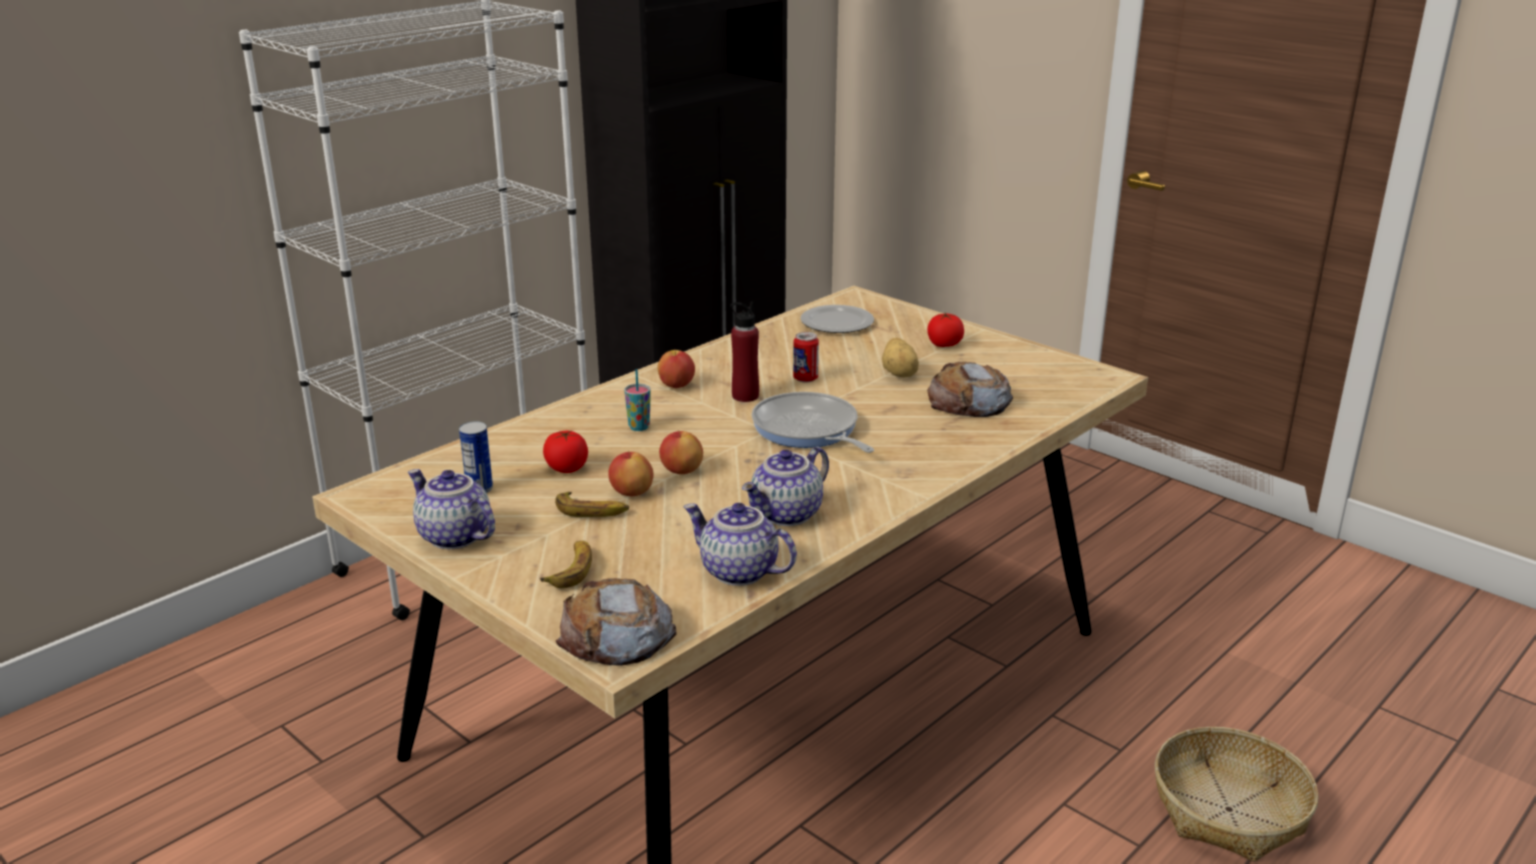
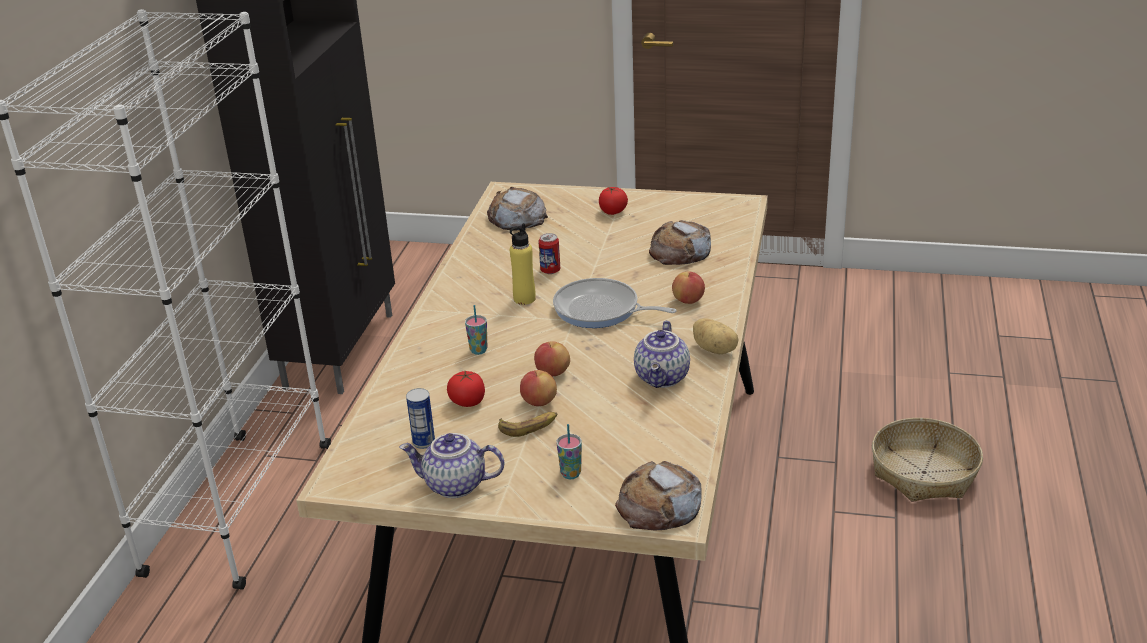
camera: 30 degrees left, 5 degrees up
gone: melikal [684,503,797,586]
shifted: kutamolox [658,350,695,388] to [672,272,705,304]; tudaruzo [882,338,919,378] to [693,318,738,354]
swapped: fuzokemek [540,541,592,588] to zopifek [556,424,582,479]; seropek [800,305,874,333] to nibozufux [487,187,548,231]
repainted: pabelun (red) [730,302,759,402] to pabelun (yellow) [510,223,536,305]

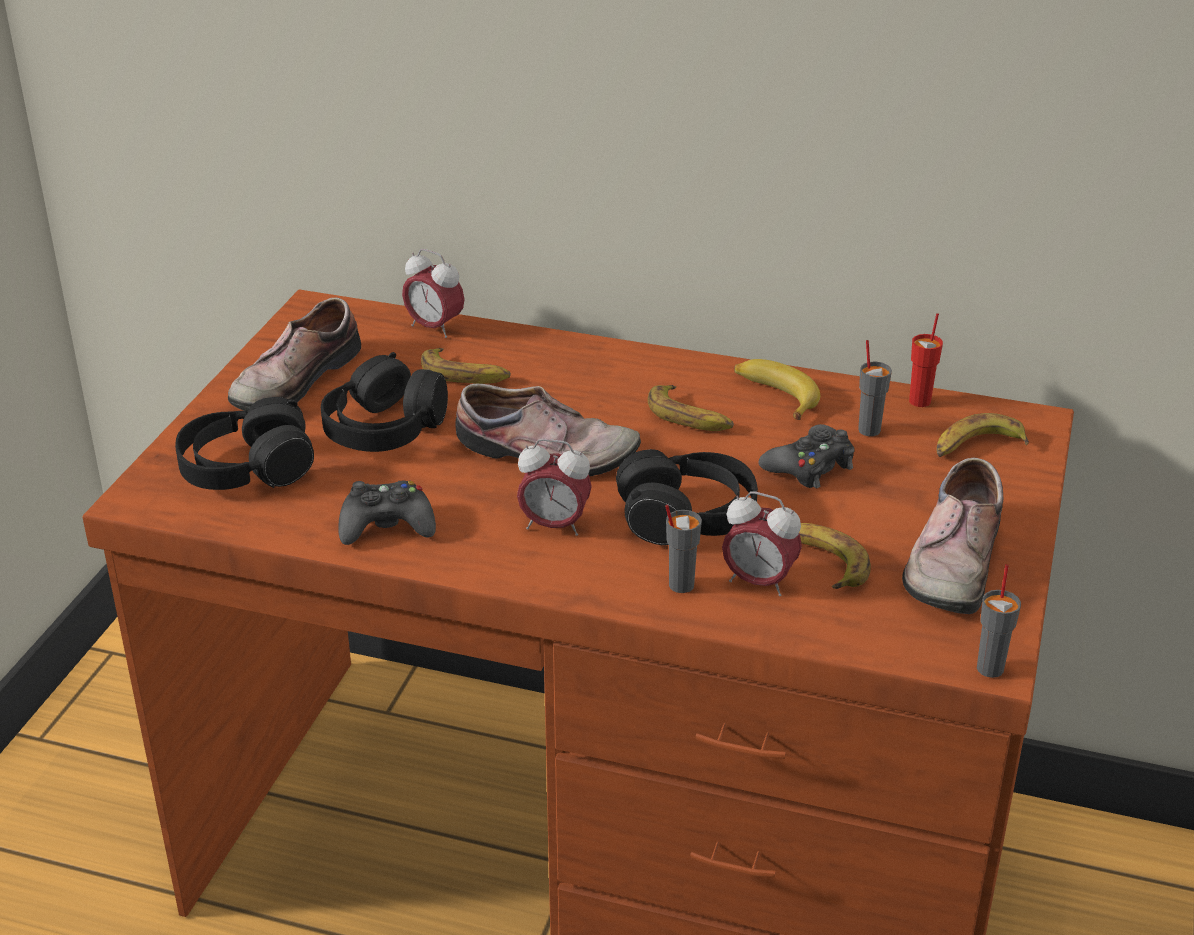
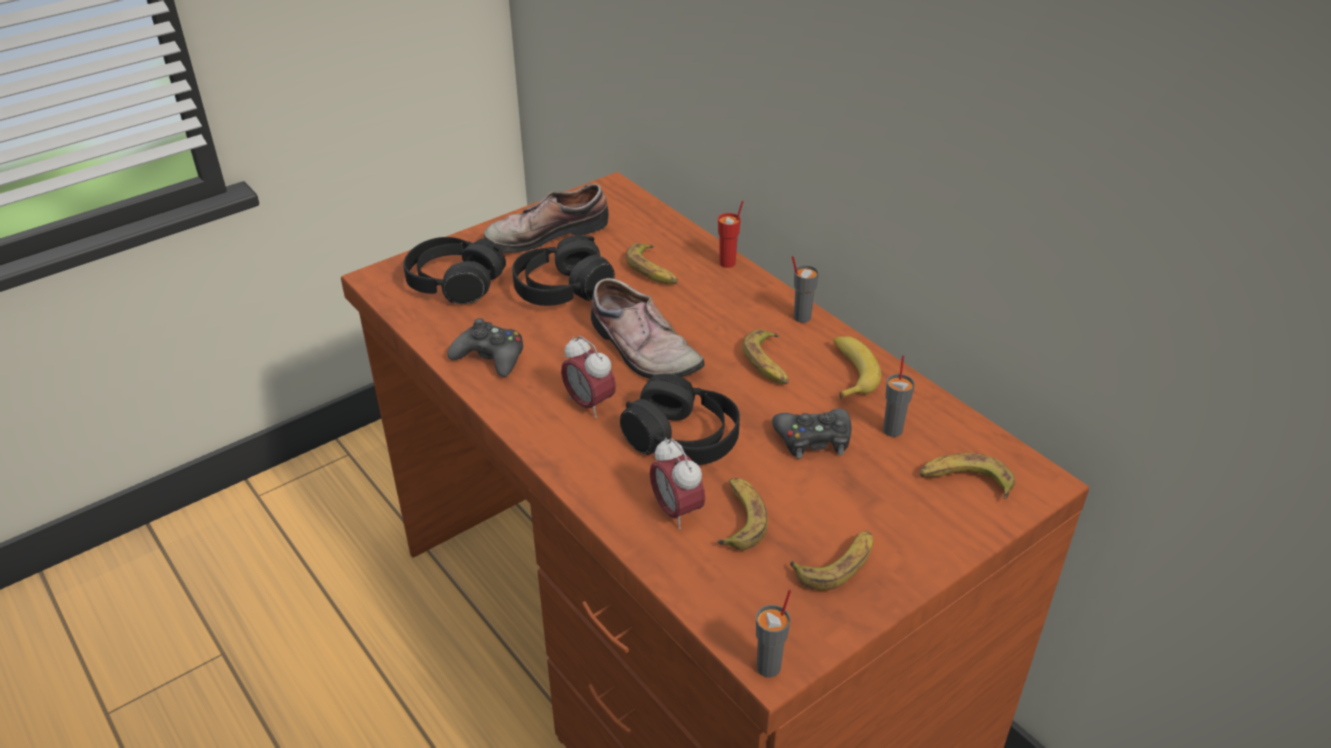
camera: 35 degrees right, 5 degrees up
gone: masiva [402,249,465,338]
shifted: zopifek (grey) [665,505,702,593] to [792,256,819,323]; zopifek (red) [909,313,943,407] to [718,201,744,268]
swapped: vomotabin [902,458,1003,614] to fuzokemek [790,531,873,590]

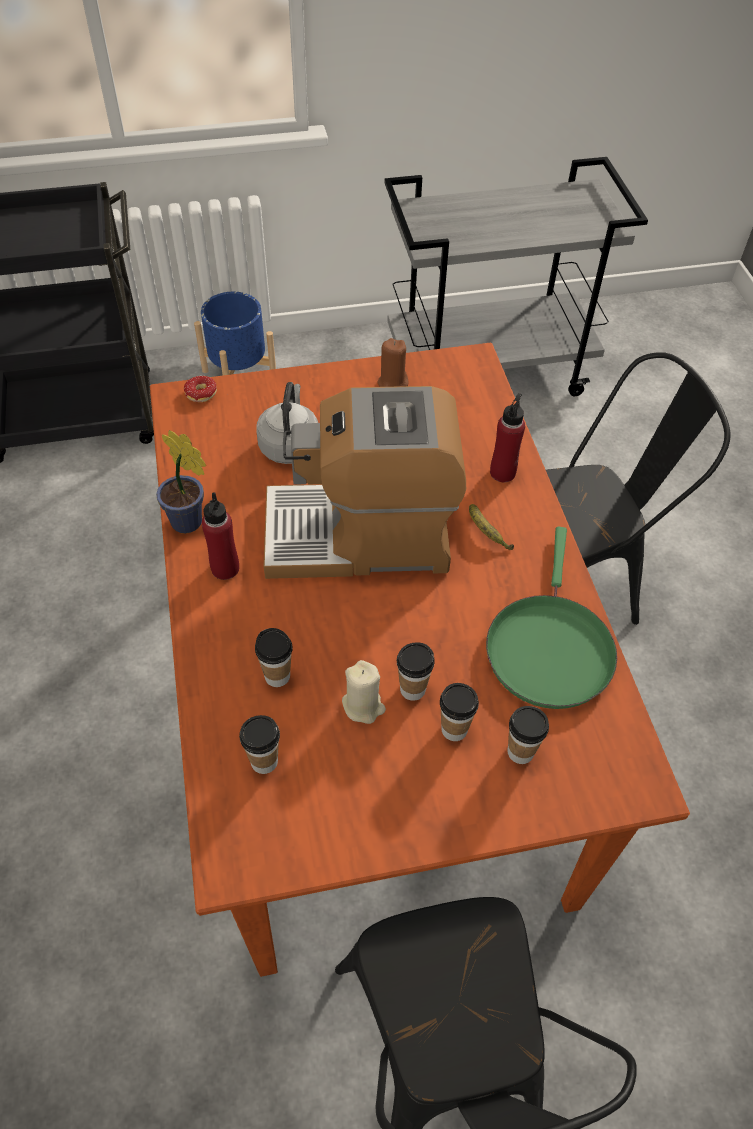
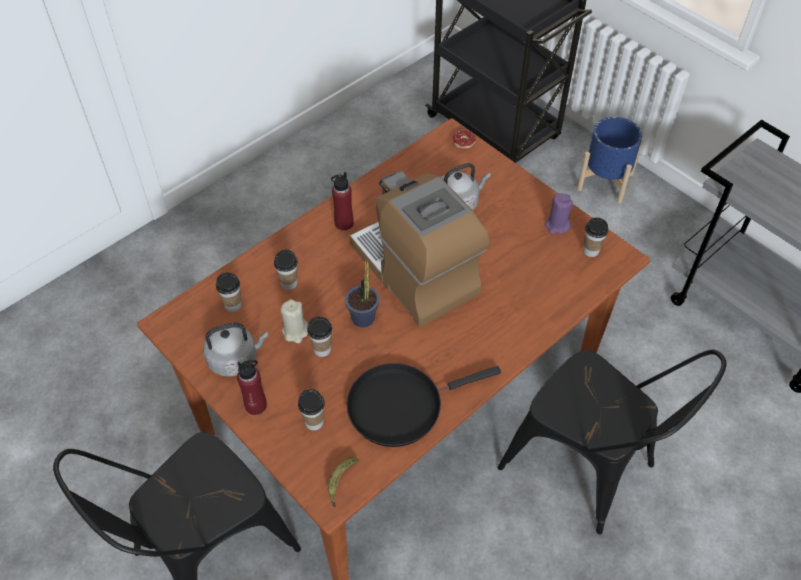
camera: 60 degrees right, 0 degrees up
new: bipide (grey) [203,323,268,377]
shifted: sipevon [156,430,206,533] to [345,260,379,328]; zopifek [440,683,479,741] to [583,217,608,257]; fuzokemek [469,504,514,550] to [328,457,359,507]; pabelun (red) [490,393,525,482] to [237,360,267,415]
repainted: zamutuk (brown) [378,338,408,387] to zamutuk (purple) [545,193,573,234]; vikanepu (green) [486,527,617,709] to vikanepu (black) [346,363,501,447]

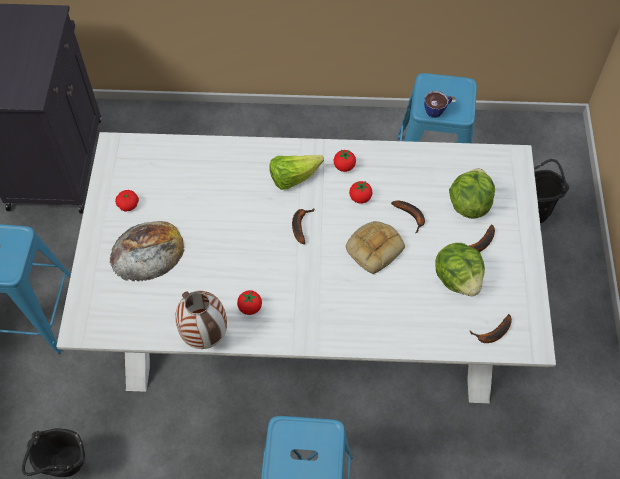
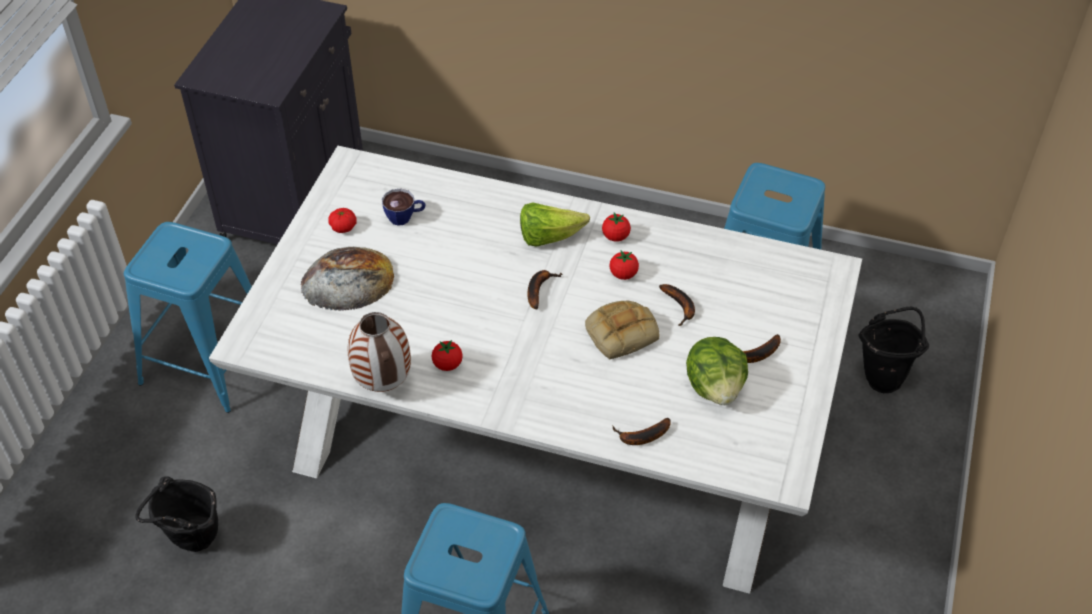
camera: 15 degrees right, 10 degrees down
gone: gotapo [449,168,495,219]
shifted: zopifek [424,91,452,118] to [382,188,425,226]; fuzokemek [469,314,512,343] to [612,418,671,445]

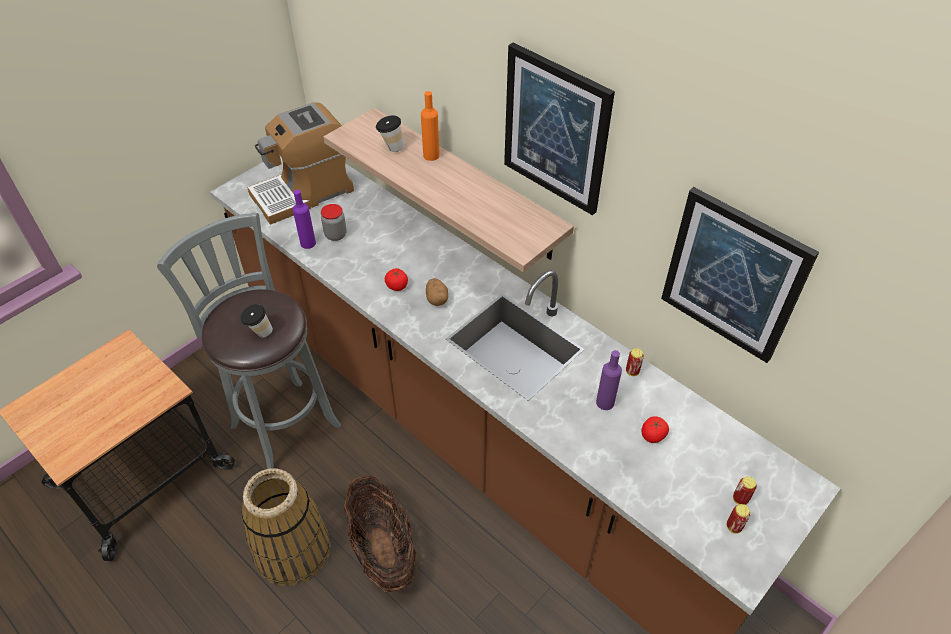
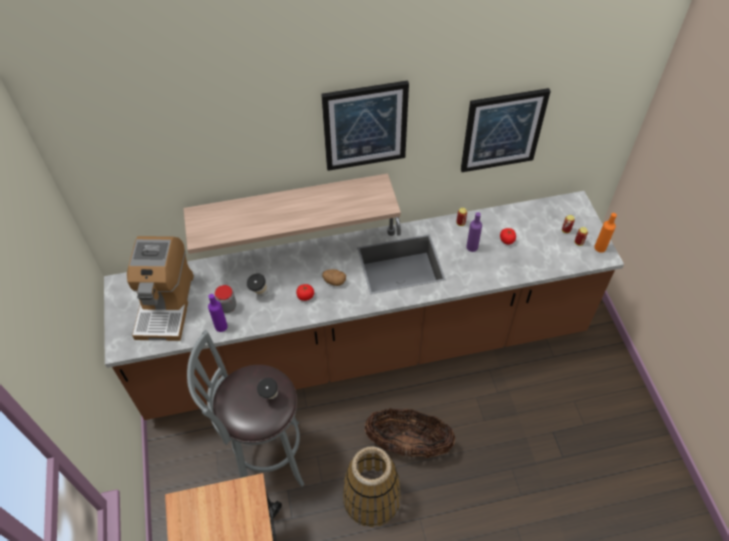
camera: 55 degrees left, 5 degrees up
shifted: zopifek [376,115,405,152] to [247,273,268,296]; pabelun (orange) [421,91,440,161] to [594,213,617,253]

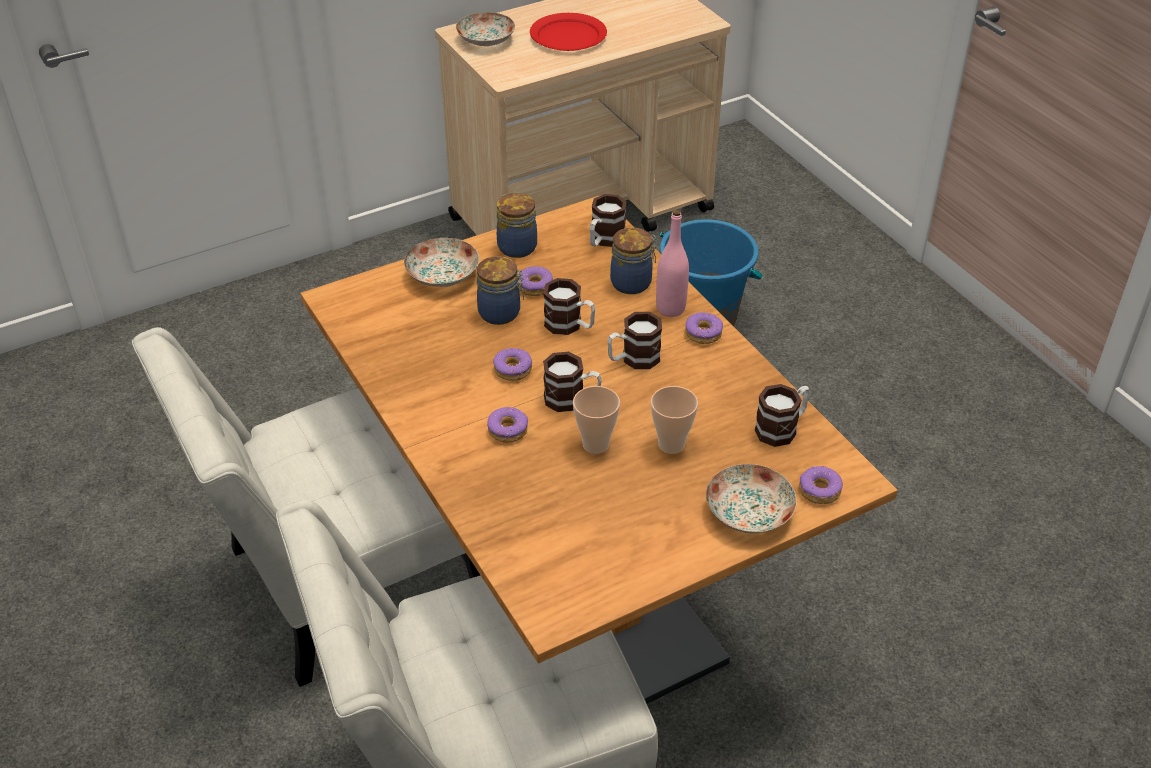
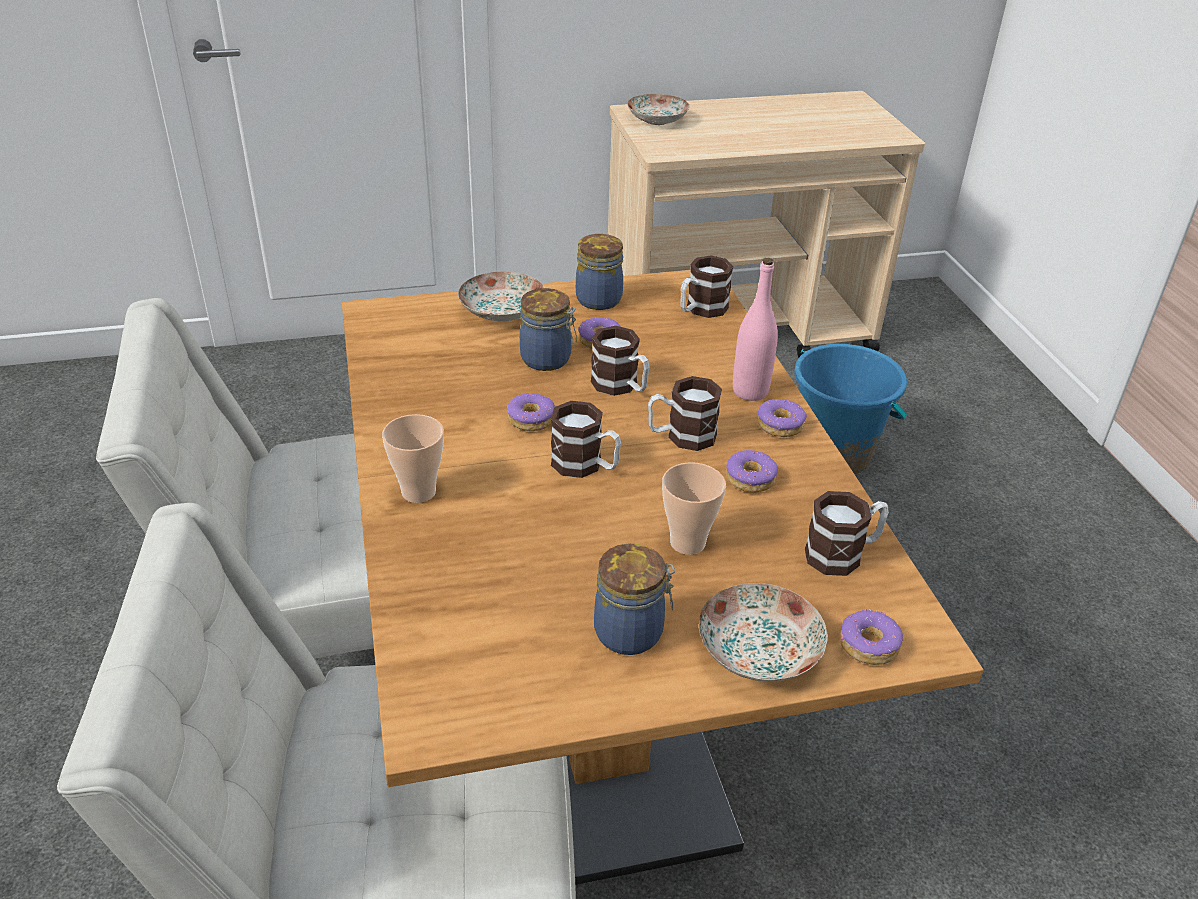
camera: 15 degrees right, 5 degrees down
gone: seropek (red) [530,13,607,51]
shifted: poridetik [487,407,528,443] to [726,450,779,492]; zopifek [573,386,620,454] to [382,414,444,503]; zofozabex [610,227,656,294] to [594,544,675,655]

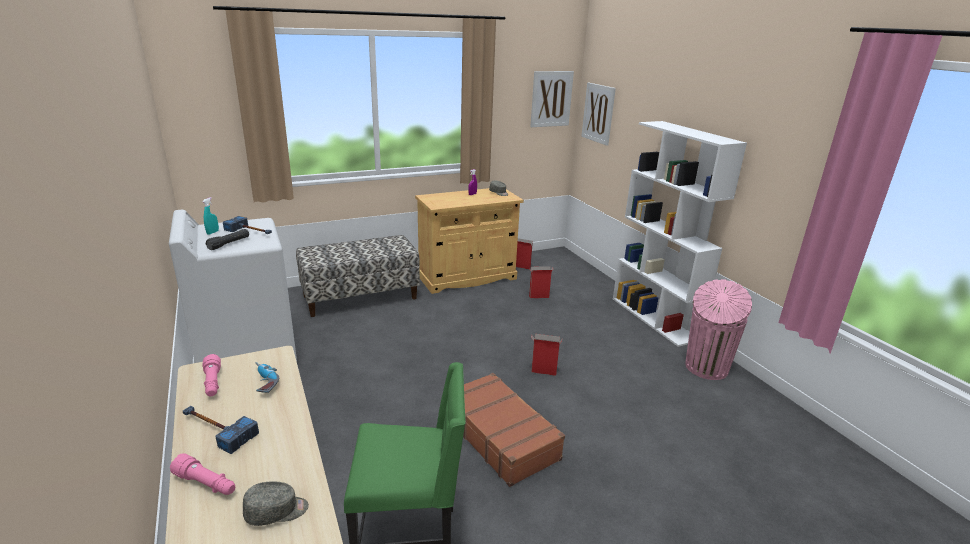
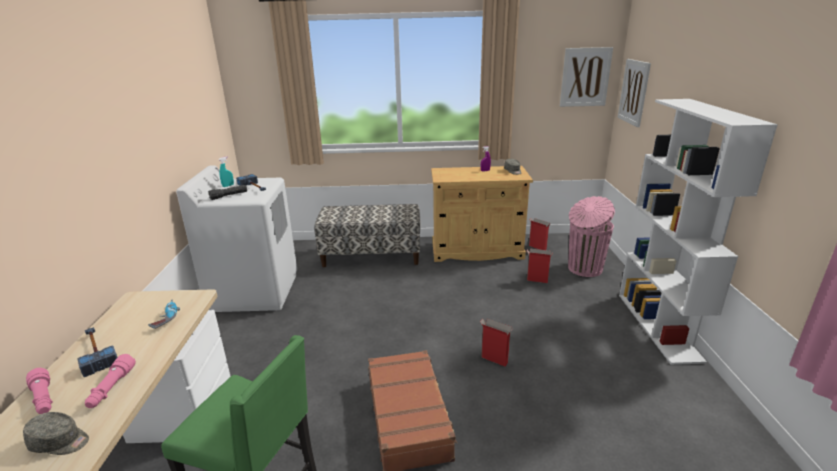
camera: 25 degrees right, 0 degrees up
shifted: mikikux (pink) [203,354,221,396] to [85,354,136,408]; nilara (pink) [685,279,752,380] to [568,196,615,277]

